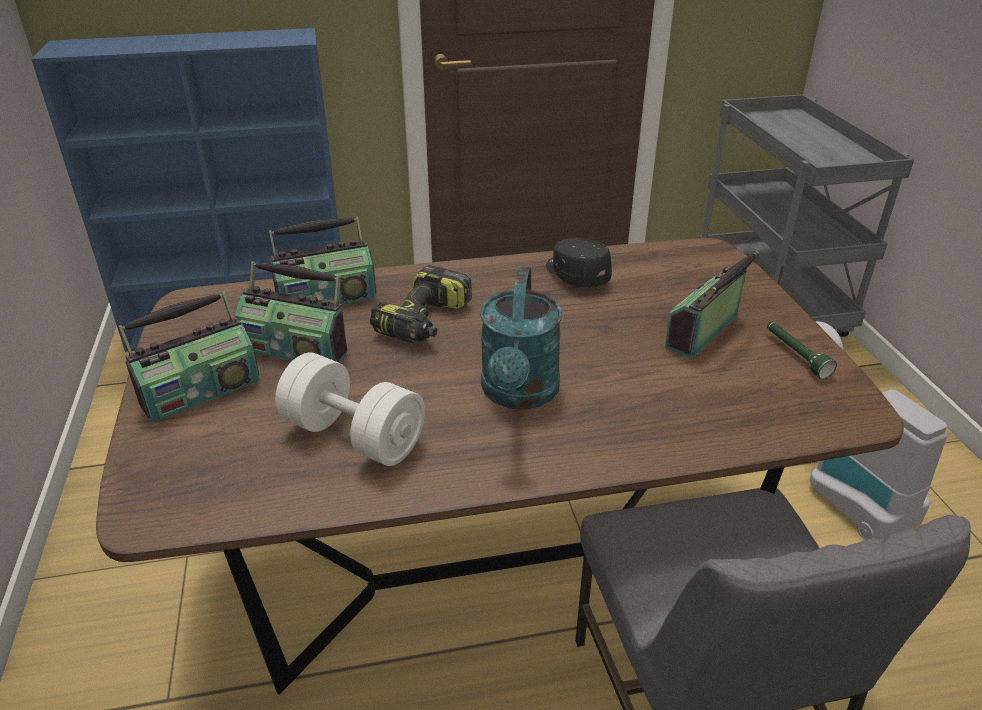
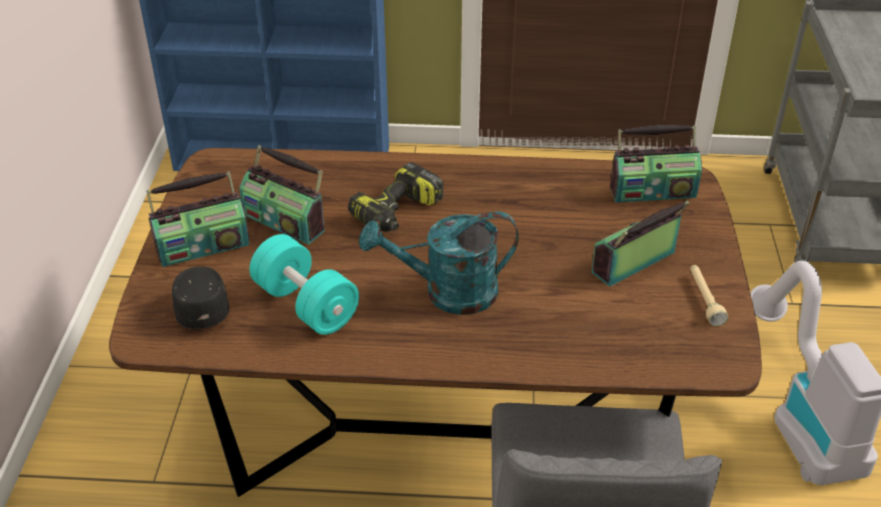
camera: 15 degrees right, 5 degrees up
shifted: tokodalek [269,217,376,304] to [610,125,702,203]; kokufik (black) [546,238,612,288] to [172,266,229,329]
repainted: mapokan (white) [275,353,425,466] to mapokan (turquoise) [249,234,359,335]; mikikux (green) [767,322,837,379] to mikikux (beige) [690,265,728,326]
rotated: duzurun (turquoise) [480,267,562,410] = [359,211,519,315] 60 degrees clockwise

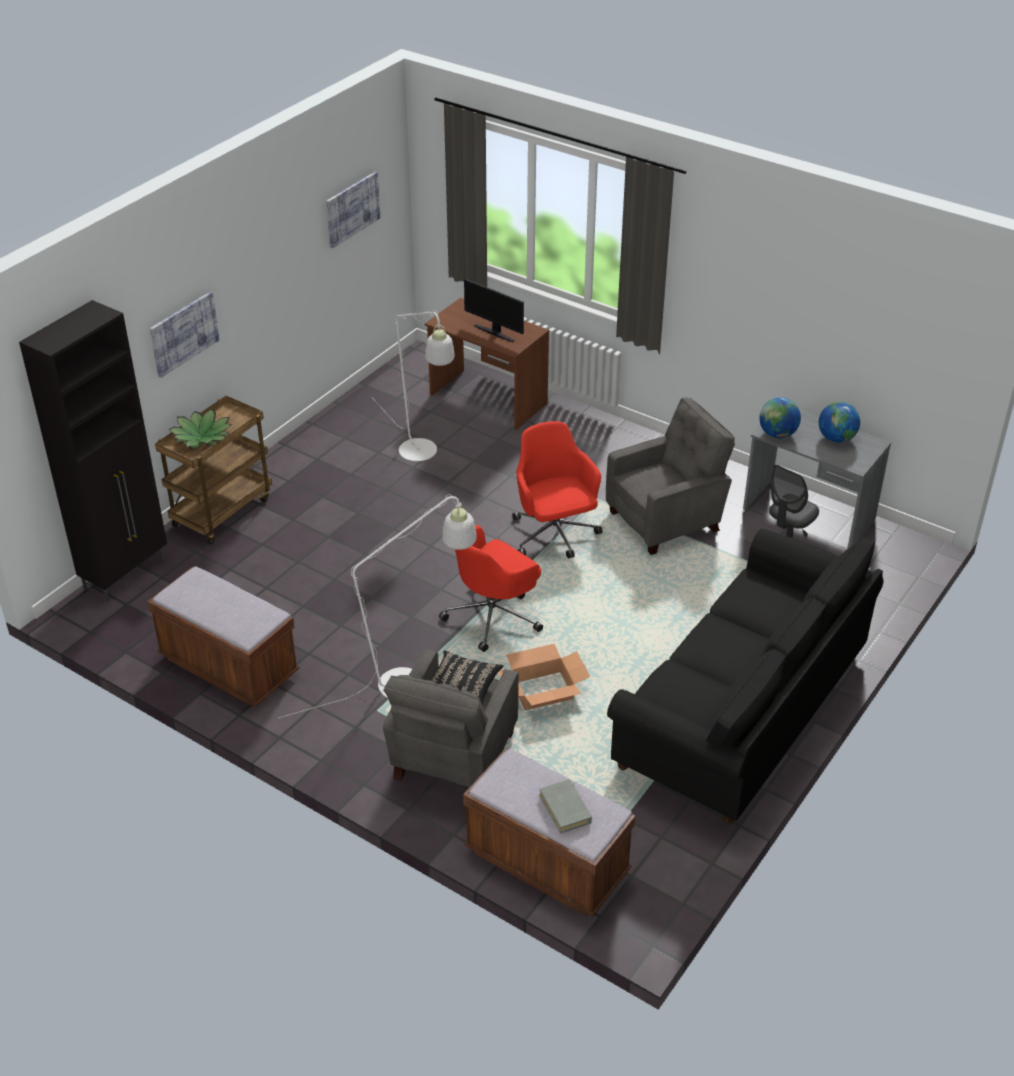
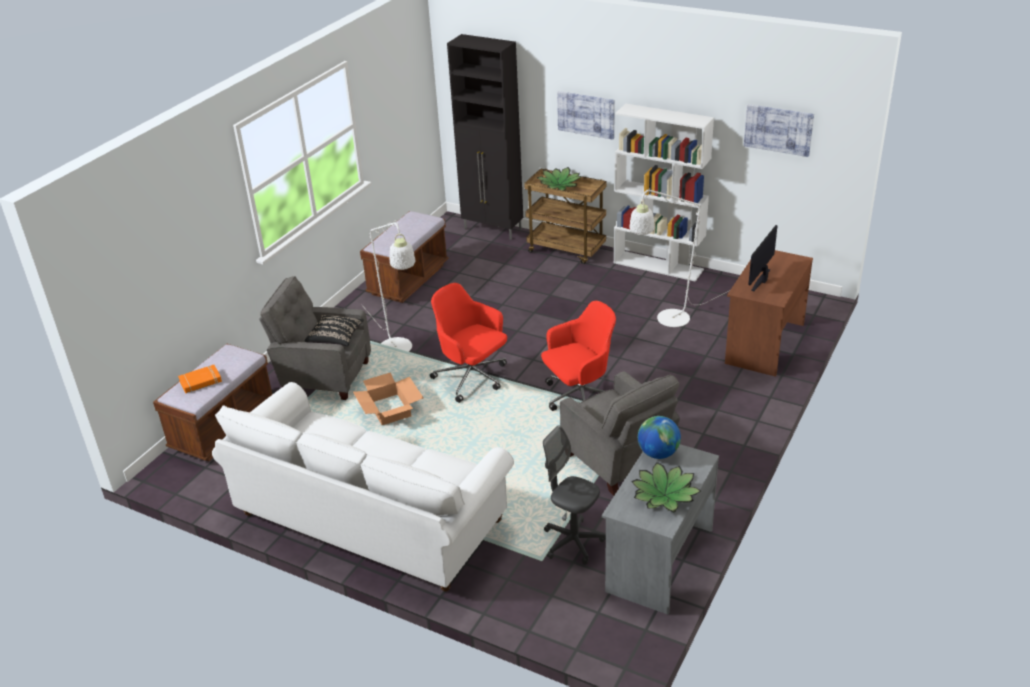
camera: 85 degrees right, 5 degrees down
new: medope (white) [614,104,714,282]
swapped: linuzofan [819,402,860,443] to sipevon [631,462,701,512]
repainted: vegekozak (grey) [539,779,592,834] to vegekozak (orange) [178,365,222,393]; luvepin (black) [607,529,883,824] to luvepin (white) [212,382,514,592]

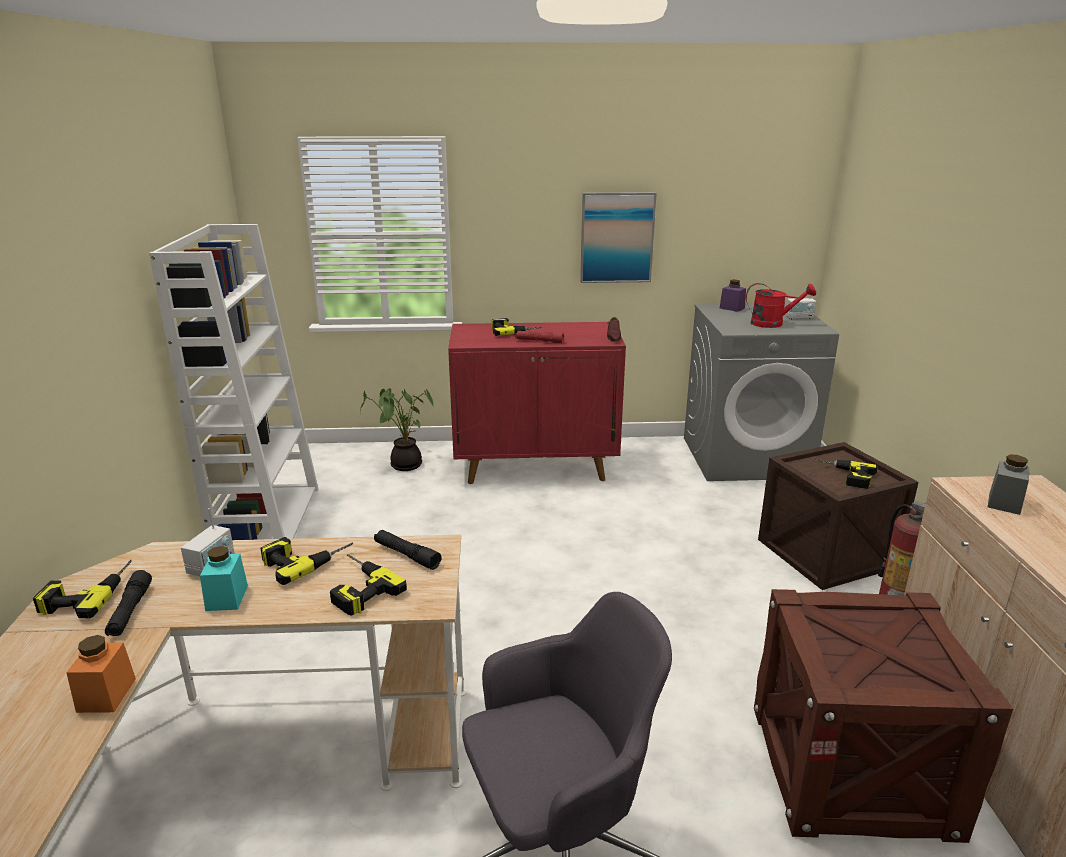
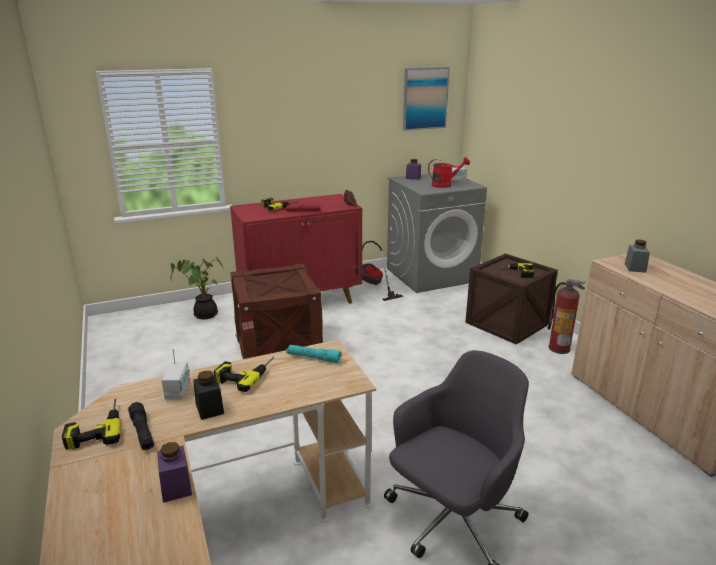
camera: 20 degrees left, 0 degrees up
gone: medope (white) [149,224,318,540]; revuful [330,554,407,616]
new: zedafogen [362,241,403,301]
shifted: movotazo [580,192,657,283] to [403,67,450,131]; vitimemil [754,589,1013,843] to [230,264,323,359]
repainted: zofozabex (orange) [66,635,136,713] to zofozabex (purple) [157,442,192,503]; zofozabex (turquoise) [200,546,248,611] to zofozabex (black) [193,371,224,420]; mikikux (black) [374,530,441,570] to mikikux (turquoise) [286,345,341,363]

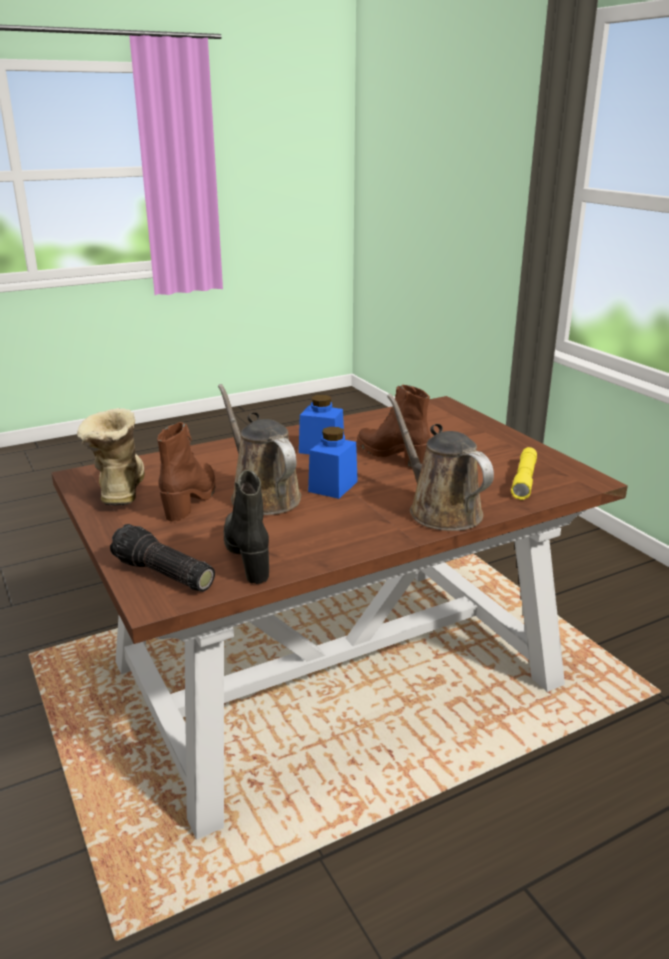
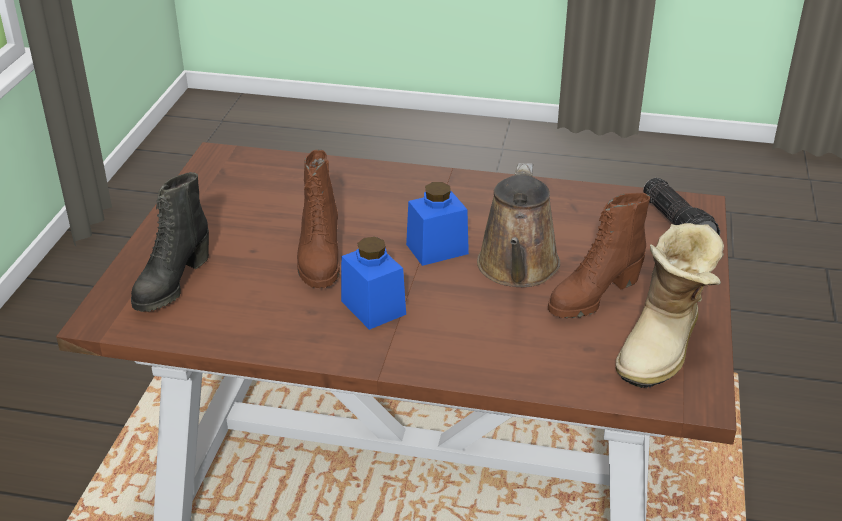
camera: 140 degrees left, 10 degrees up
gone: duzurun (brown) [387,394,494,531]; mikikux (yellow) [511,447,537,500]
shifted: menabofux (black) [224,470,269,584] to [131,172,209,312]

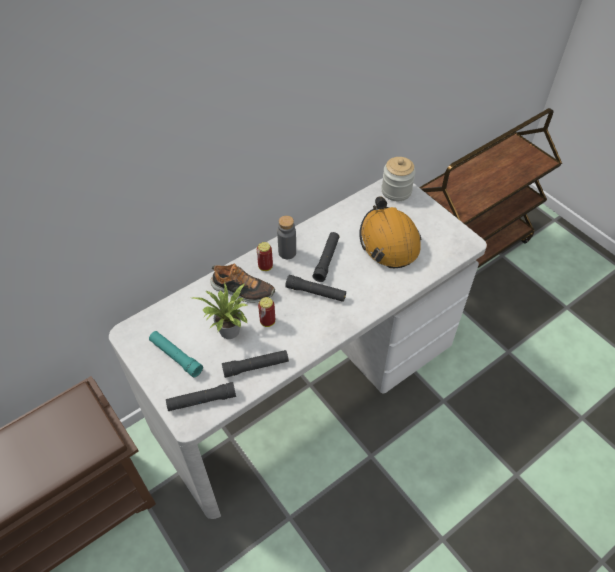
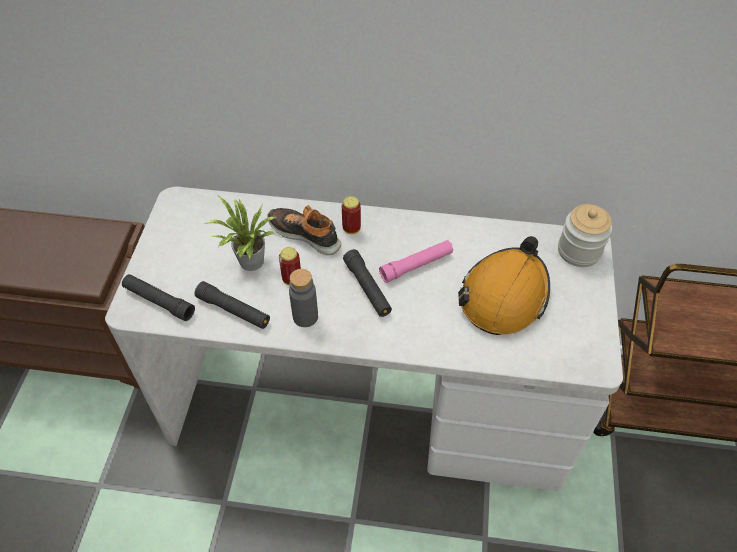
camera: 45 degrees right, 0 degrees up
gone: mikikux (turquoise) [149,331,203,378]
shifted: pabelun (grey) [277,216,296,259] to [289,269,318,327]
repainted: mikikux (black) [313,232,339,282] to mikikux (pink) [379,240,453,283]
rotated: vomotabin [210,264,275,303] = [268,205,341,255] 150 degrees clockwise

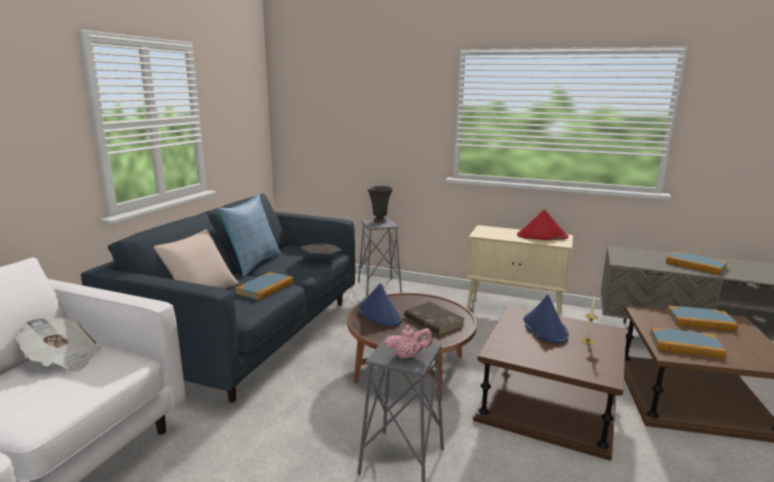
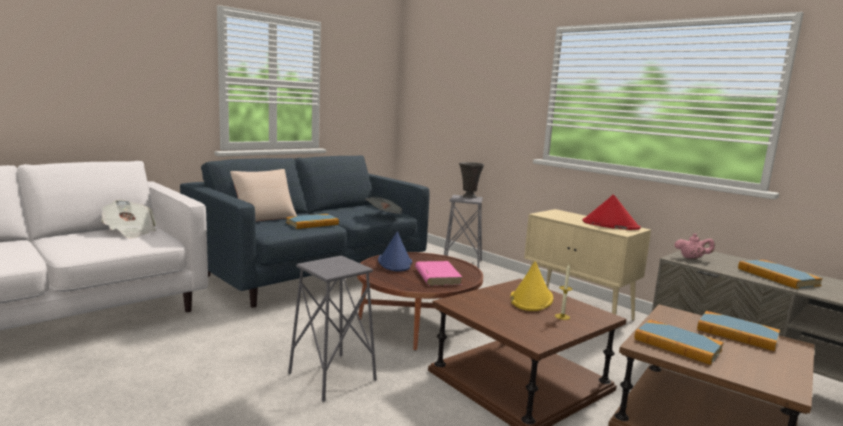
camera: 25 degrees right, 5 degrees down
gone: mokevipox [217,194,282,277]
shifted: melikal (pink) [385,325,433,359] to [674,234,715,259]
repainted: vegekozak (brown) [404,301,465,335] to vegekozak (pink) [415,261,462,286]; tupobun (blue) [523,295,569,344] to tupobun (yellow) [510,261,553,311]

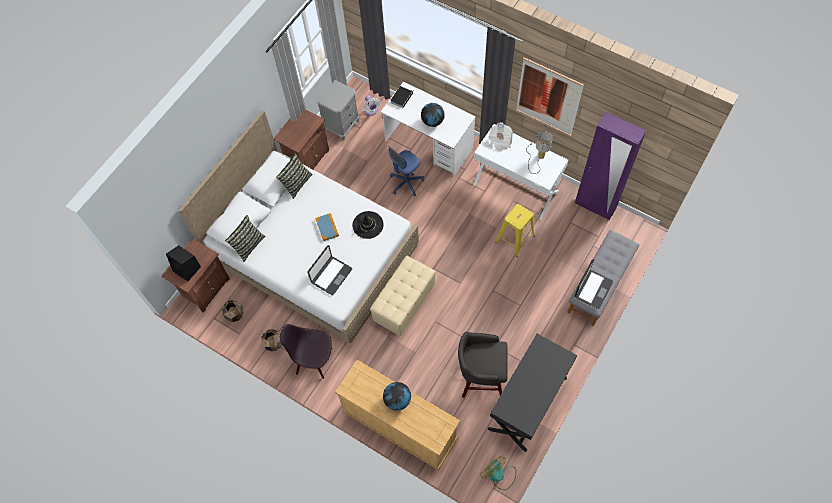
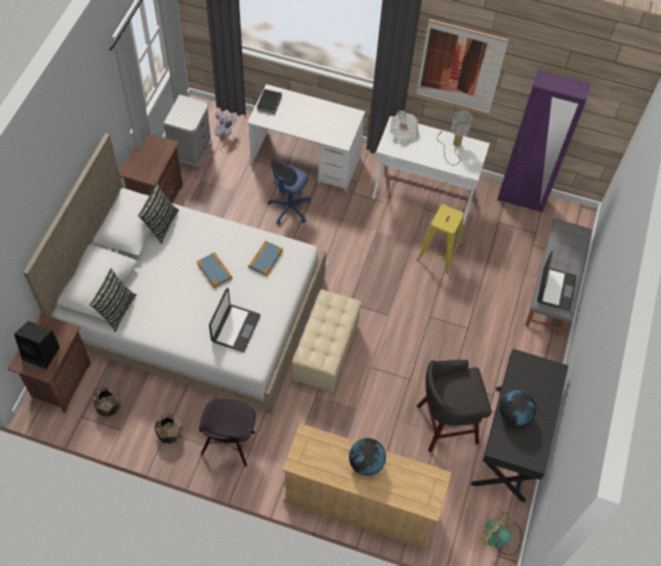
camera: 20 degrees left, 5 degrees down
shifted: linuzofan [421,103,445,127] to [500,390,536,426]
swapped: tupobun (black) [352,211,384,239] to vegekozak [248,241,283,276]
rotated: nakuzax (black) [280,324,332,379] = [199,398,256,467] 75 degrees counterclockwise

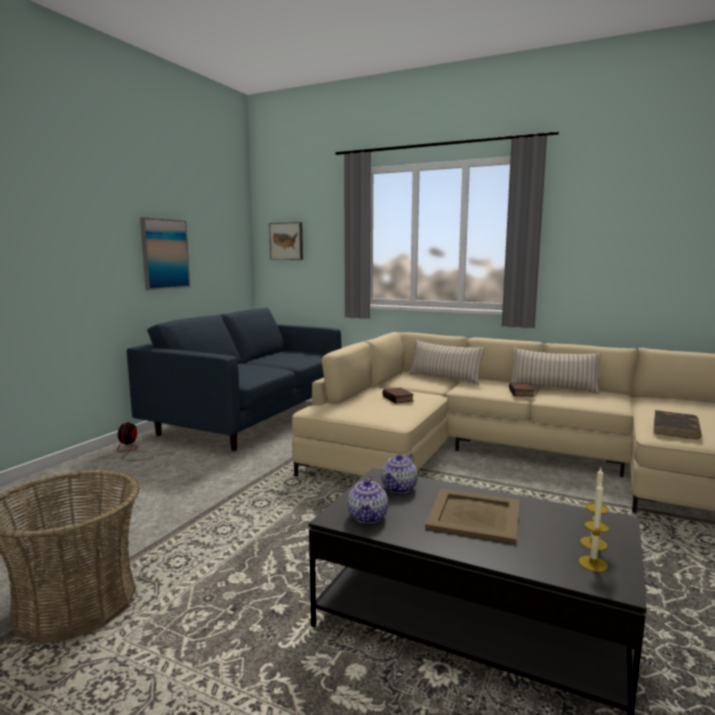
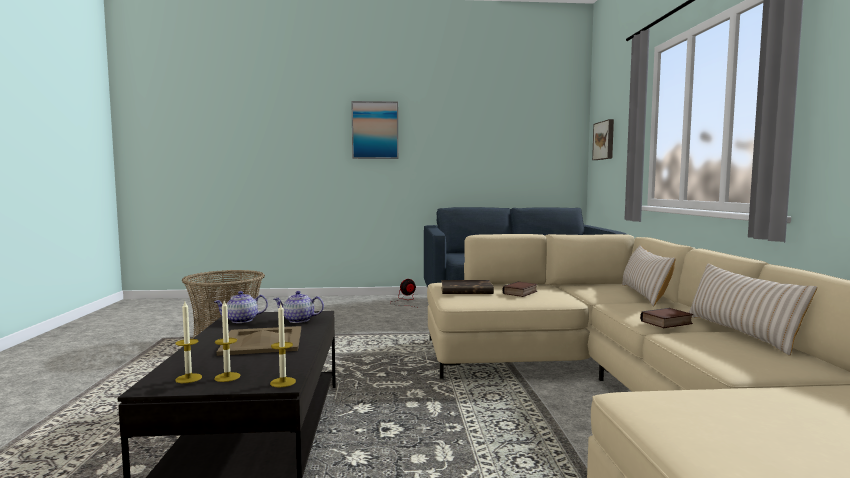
camera: 60 degrees right, 5 degrees down
new: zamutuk [270,304,296,387]
shifted: movotazo [140,217,190,290] to [351,101,398,159]; vegekozak (brown) [653,410,702,439] to [441,280,494,294]

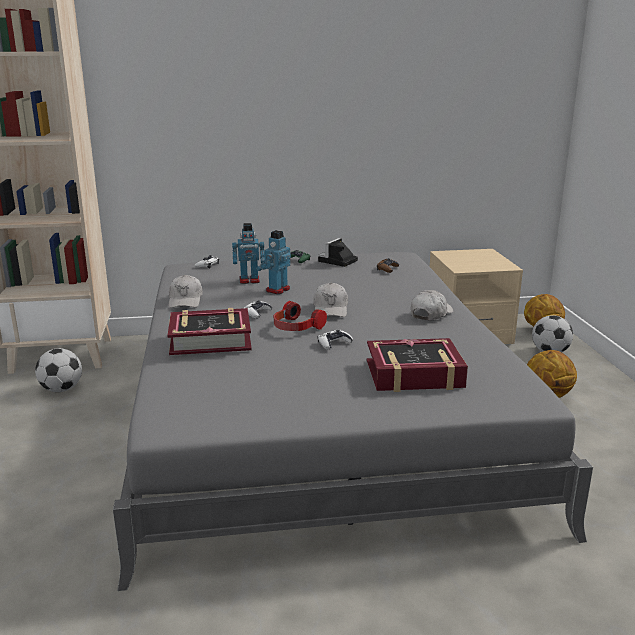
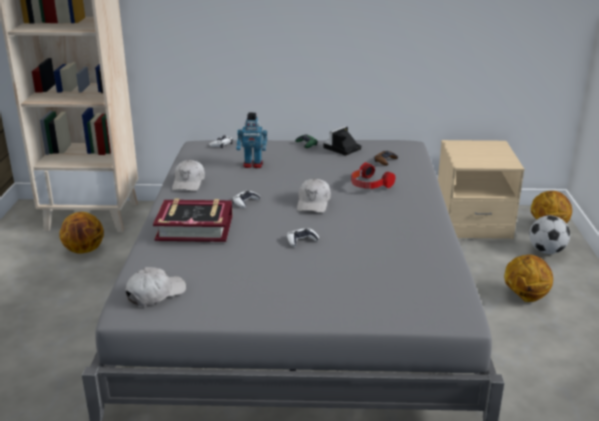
camera: 10 degrees right, 5 degrees up
gone: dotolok [256,230,291,294]; vegekozak [367,338,468,392]
shifted: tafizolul [274,301,327,331] to [351,162,395,189]; kokufik (white) [411,290,453,320] to [125,267,186,306]
swapped: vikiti [35,348,82,392] to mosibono [59,212,104,253]

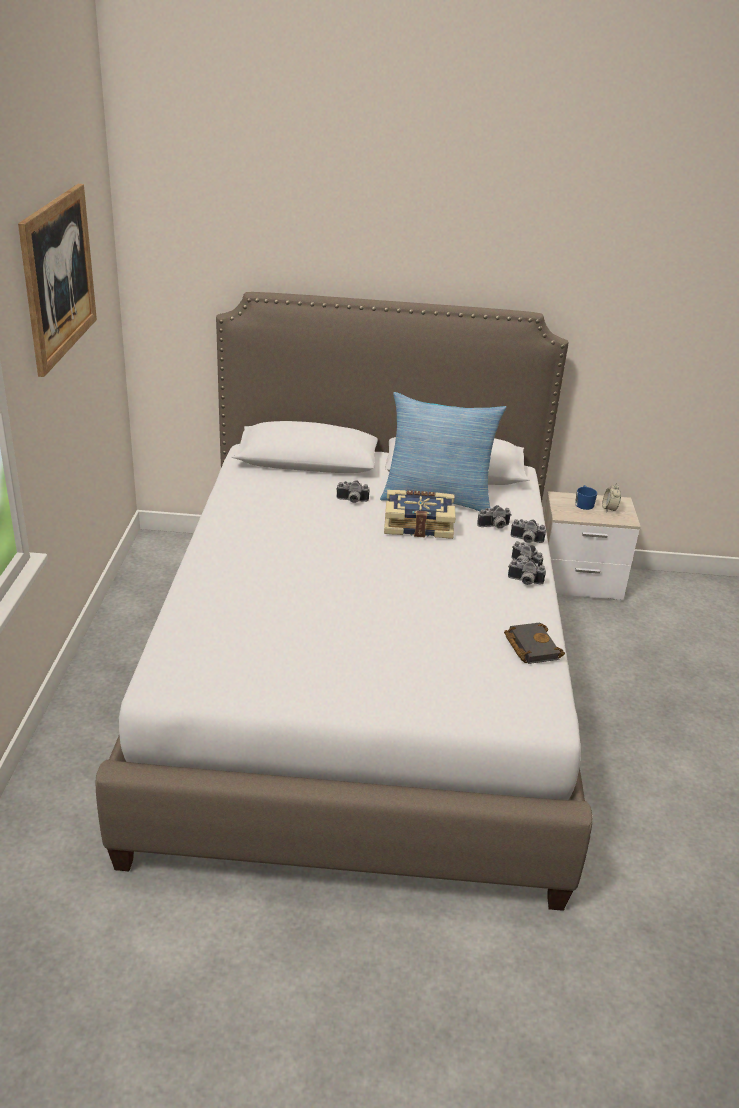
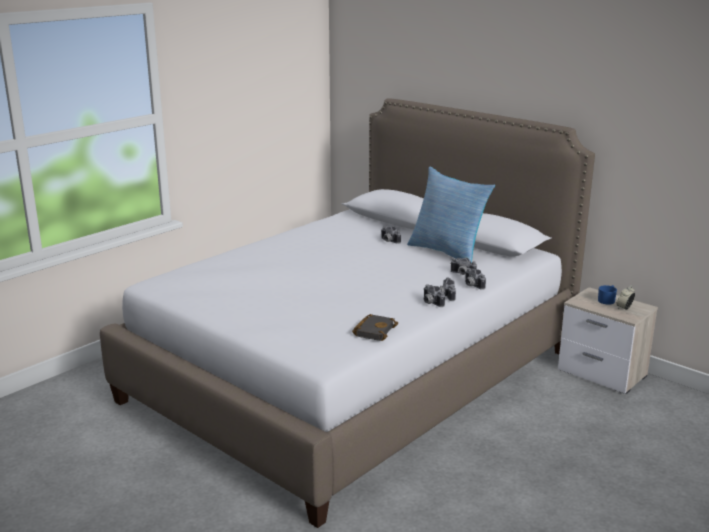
camera: 40 degrees right, 10 degrees down
gone: movotazo [18,184,97,377]; vegekozak [384,490,456,539]

